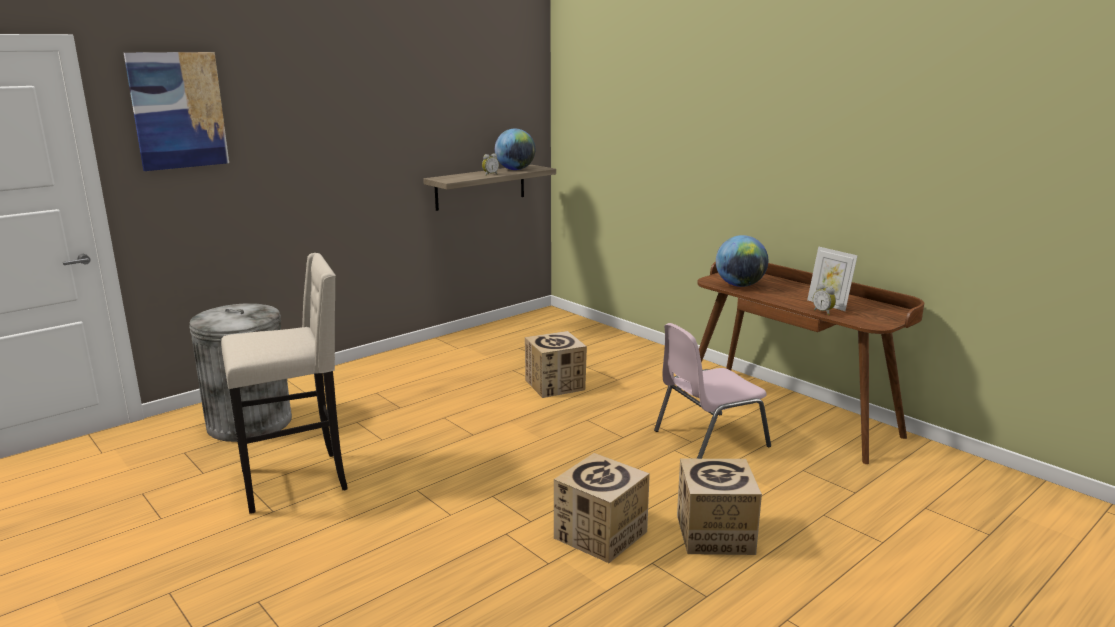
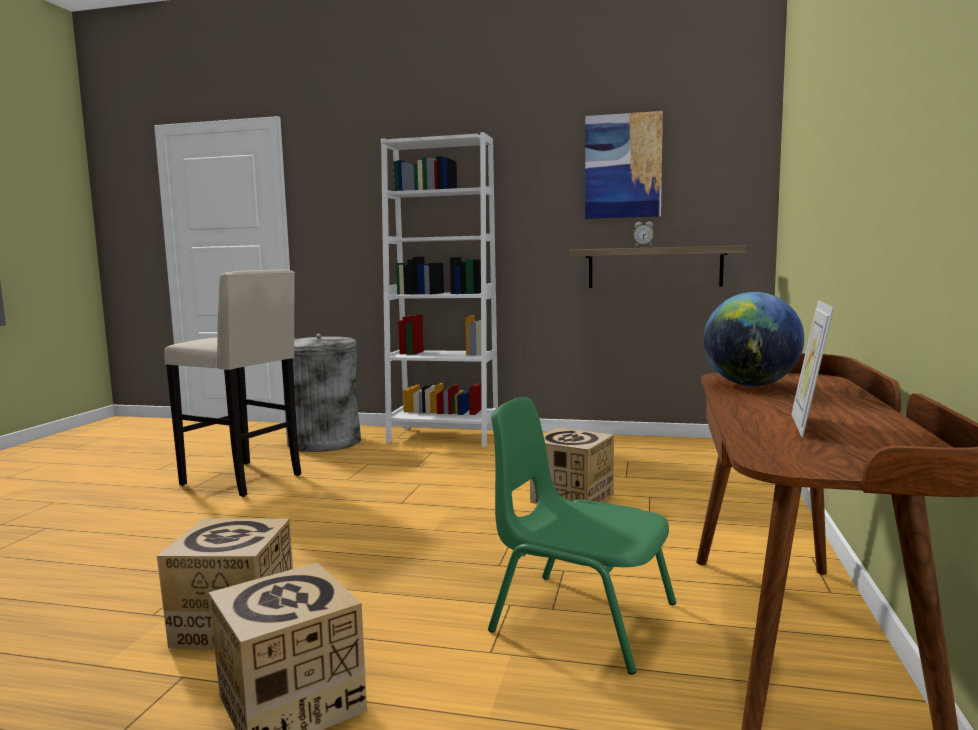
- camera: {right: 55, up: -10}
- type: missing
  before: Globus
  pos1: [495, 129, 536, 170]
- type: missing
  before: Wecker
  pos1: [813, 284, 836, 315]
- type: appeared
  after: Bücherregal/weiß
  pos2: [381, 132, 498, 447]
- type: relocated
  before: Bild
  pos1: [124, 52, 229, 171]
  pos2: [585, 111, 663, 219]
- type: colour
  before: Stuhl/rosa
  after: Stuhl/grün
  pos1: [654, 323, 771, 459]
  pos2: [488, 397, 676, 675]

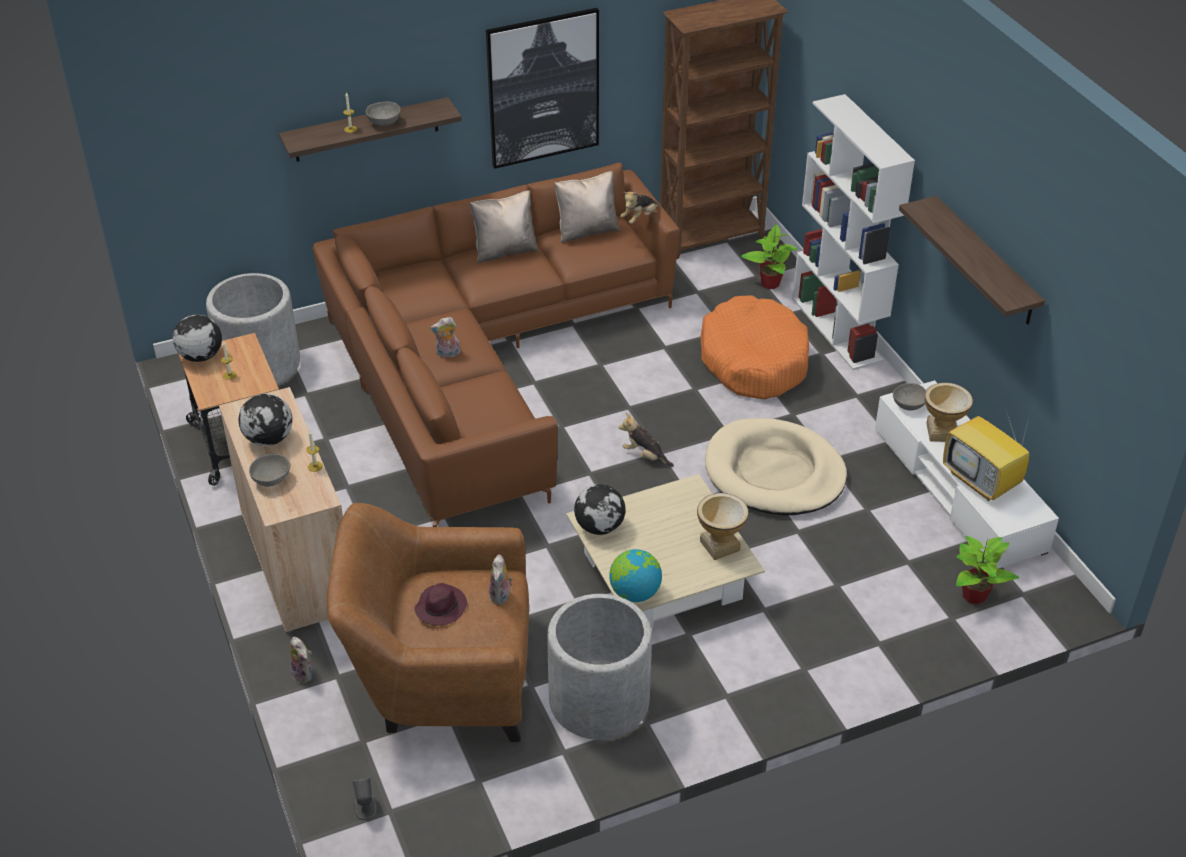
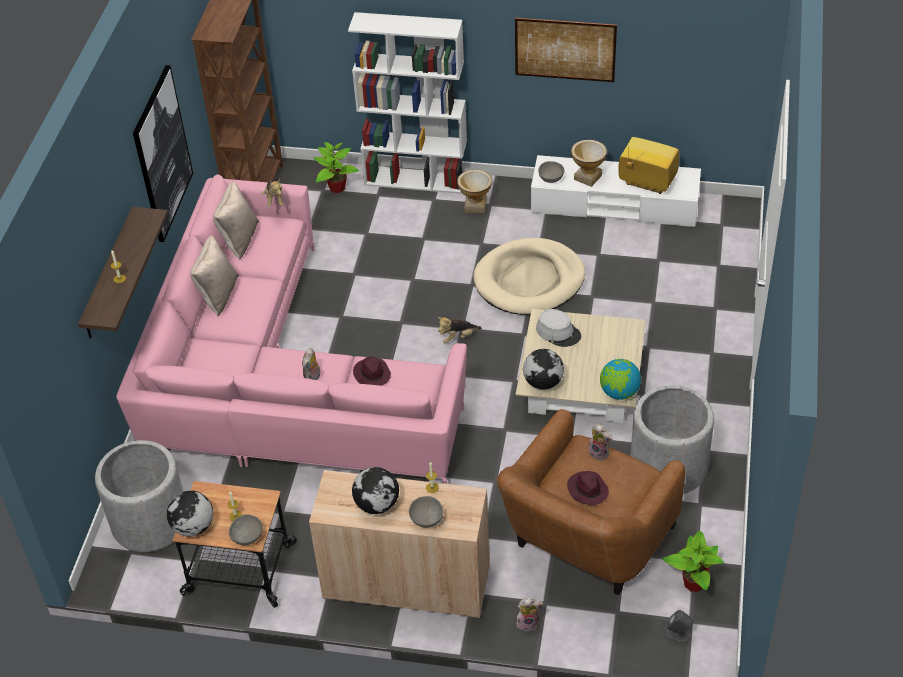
- camera: {right: -55, up: 5}
- type: missing
  before: Hundebett/orange
  pos1: [700, 296, 809, 399]
- type: appeared
  after: Hut/lila
  pos2: [353, 356, 391, 386]
- type: appeared
  after: Hut/grau
  pos2: [536, 309, 581, 347]
- type: relocated
  before: Schüssel/grau
  pos1: [366, 101, 401, 126]
  pos2: [229, 514, 263, 545]
- type: relocated
  before: Vase
  pos1: [697, 493, 749, 560]
  pos2: [457, 169, 492, 213]
- type: relocated
  before: Topfpflanze
  pos1: [956, 536, 1019, 605]
  pos2: [662, 530, 724, 592]
- type: exchanged
  before: Wandregal
  after: Bild
  pos1: [899, 196, 1045, 324]
  pos2: [515, 18, 617, 82]
- type: colour
  before: Sofa/braun
  after: Sofa/rosa
  pos1: [313, 163, 680, 527]
  pos2: [116, 175, 467, 484]
- type: spun
  before: Fernseher
  pos1: [943, 411, 1029, 501]
  pos2: [618, 137, 679, 194]
  turn: -150

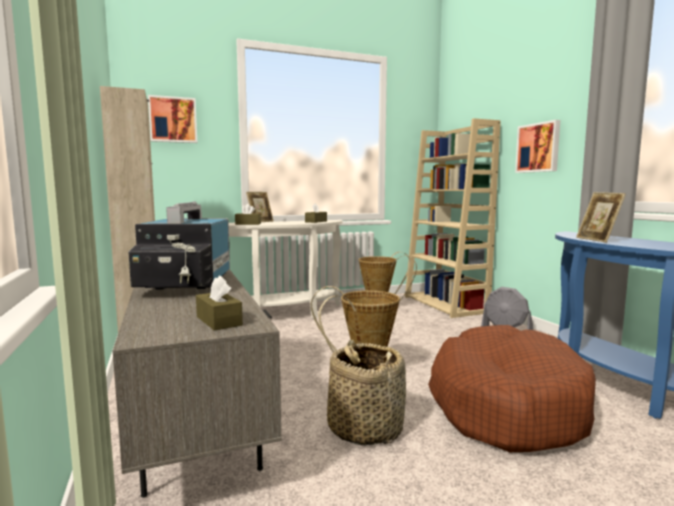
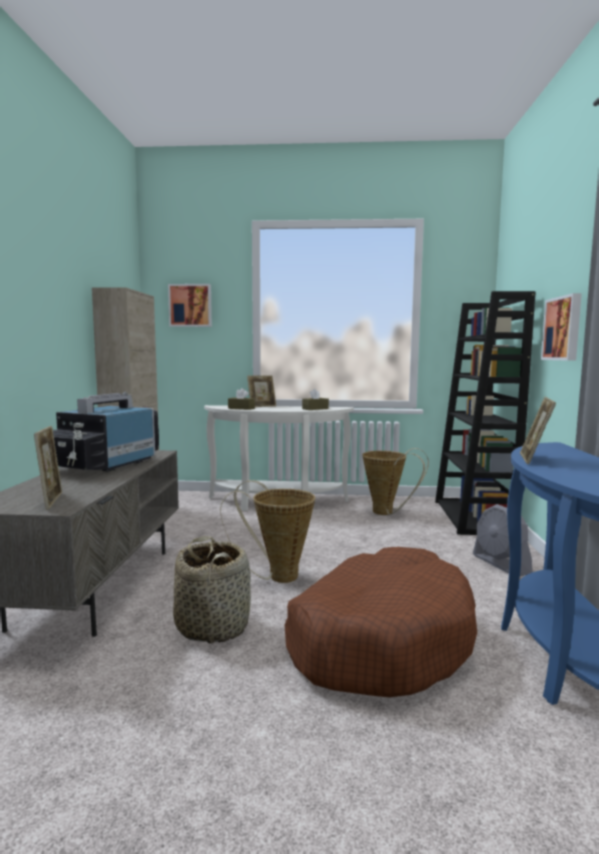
- camera: {right: 25, up: 0}
- type: exchanged
  before: Taschentuchbox/braun
  after: Bilderrahmen
  pos1: [196, 276, 243, 331]
  pos2: [34, 426, 63, 509]
- type: colour
  before: Bücherregal/beige
  after: Bücherregal/schwarz
  pos1: [405, 118, 501, 318]
  pos2: [435, 291, 536, 535]

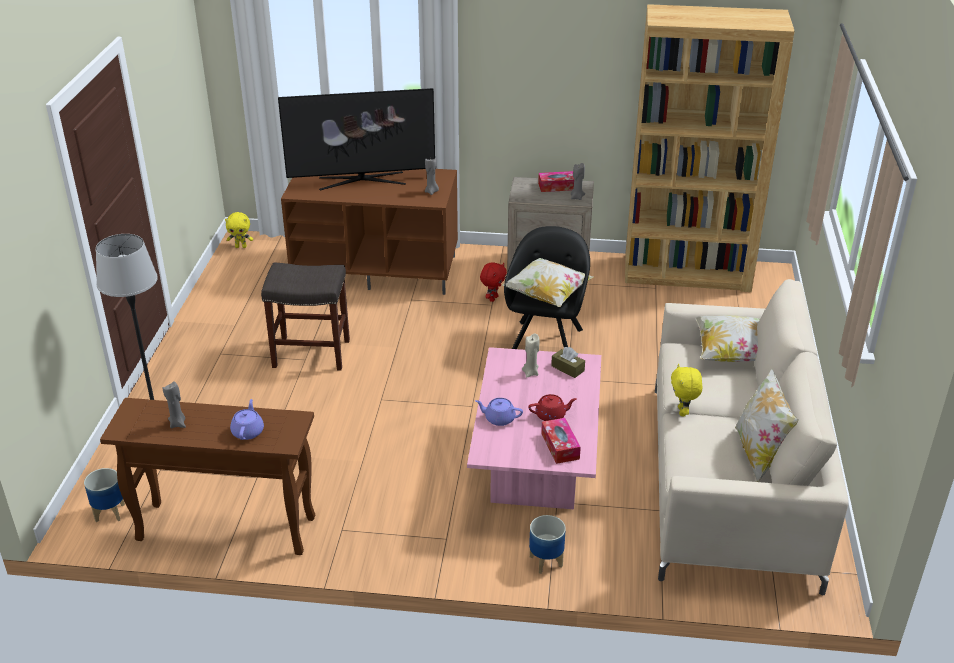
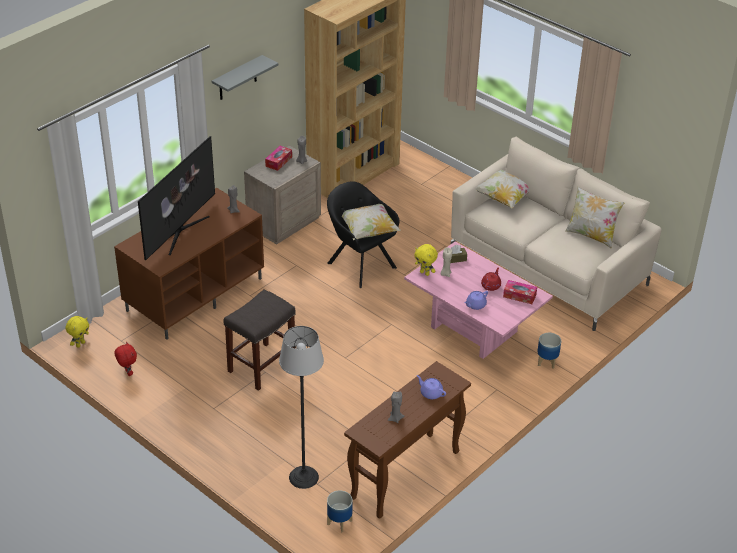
- camera: {right: -55, up: 5}
- type: appeared
  after: Wandregal/grau
  pos2: [212, 55, 278, 100]
- type: relocated
  before: Plüschtier/rot
  pos1: [480, 262, 507, 302]
  pos2: [114, 342, 137, 376]
- type: relocated
  before: Plüschtier/gelb
  pos1: [671, 364, 702, 416]
  pos2: [414, 244, 438, 276]

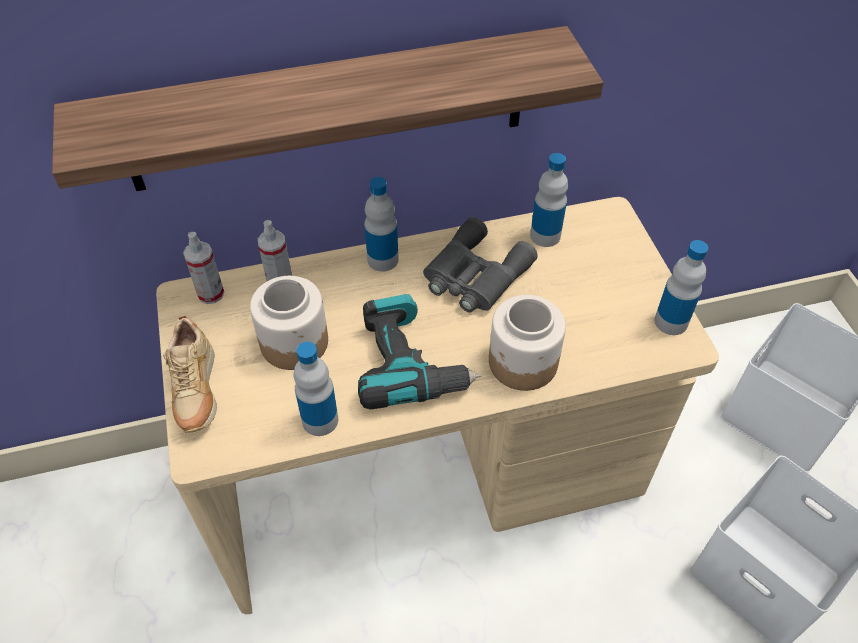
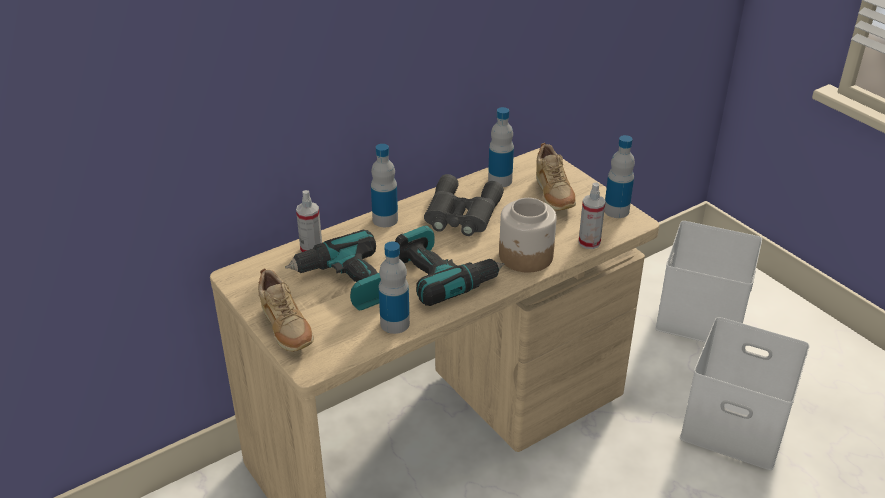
- camera: {right: -20, up: -15}
- type: missing
  before: Wandregal
  pos1: [52, 26, 603, 191]
- type: appeared
  after: Schuh/beige
  pos2: [536, 143, 576, 211]
- type: relocated
  before: Sprühflasche
  pos1: [183, 232, 225, 304]
  pos2: [578, 183, 606, 249]
- type: exchanged
  before: Vorratsglas
  after: Bohrmaschine
  pos1: [250, 276, 328, 370]
  pos2: [285, 230, 381, 311]

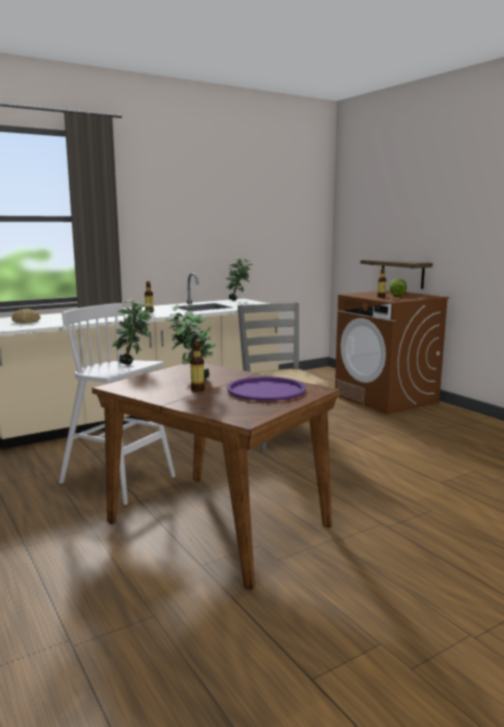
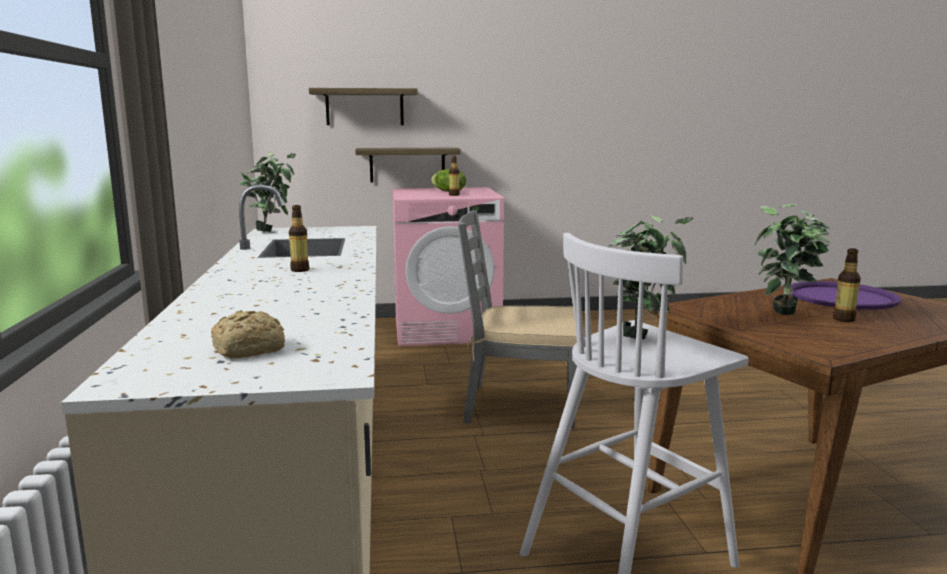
- camera: {right: -65, up: 0}
- type: appeared
  after: Wandregal
  pos2: [309, 88, 418, 125]
- type: colour
  before: Waschmaschine/braun
  after: Waschmaschine/rosa
  pos1: [335, 290, 449, 415]
  pos2: [392, 187, 504, 346]

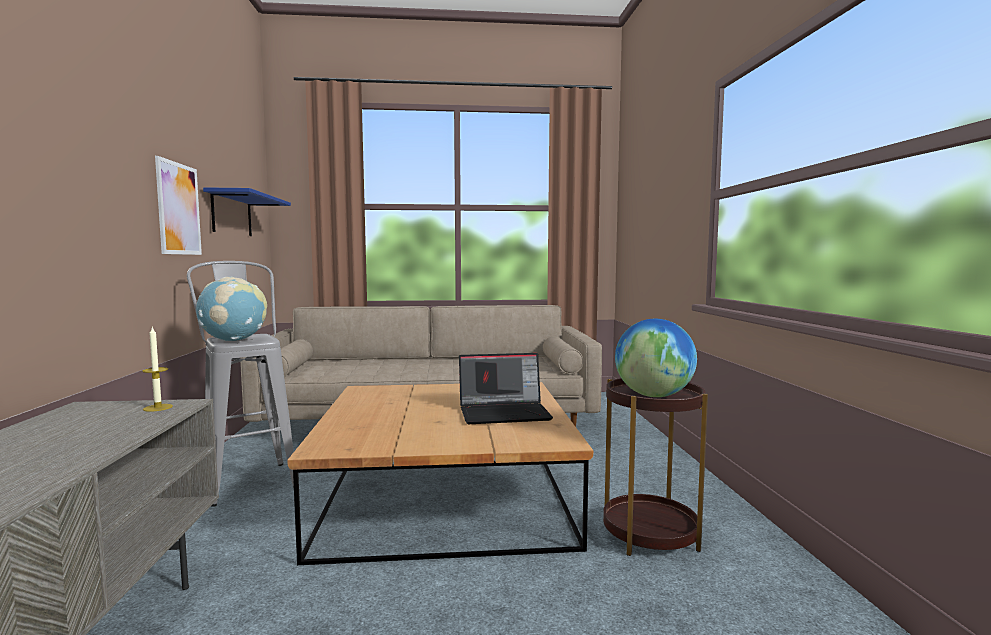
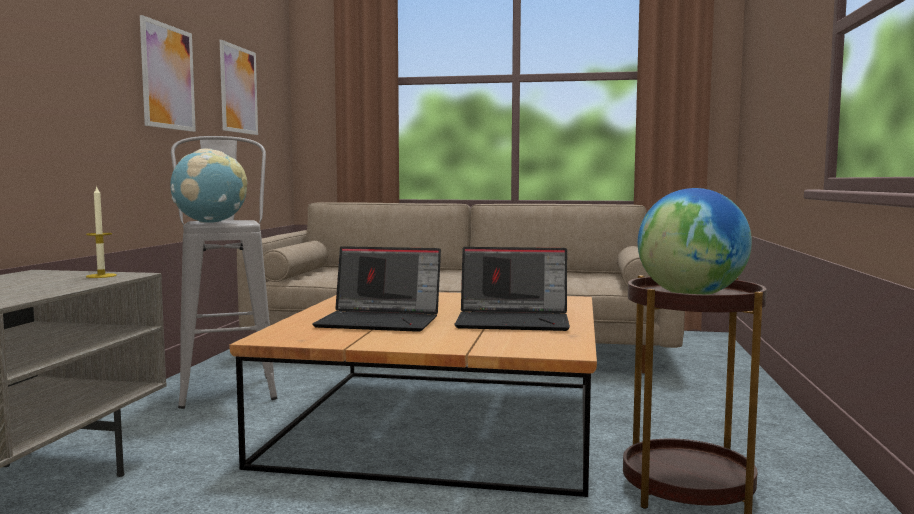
- camera: {right: 15, up: 0}
- type: appeared
  after: Laptop
  pos2: [312, 246, 441, 332]
- type: exchanged
  before: Wandregal/blau
  after: Bild
  pos1: [203, 187, 291, 236]
  pos2: [220, 40, 258, 135]

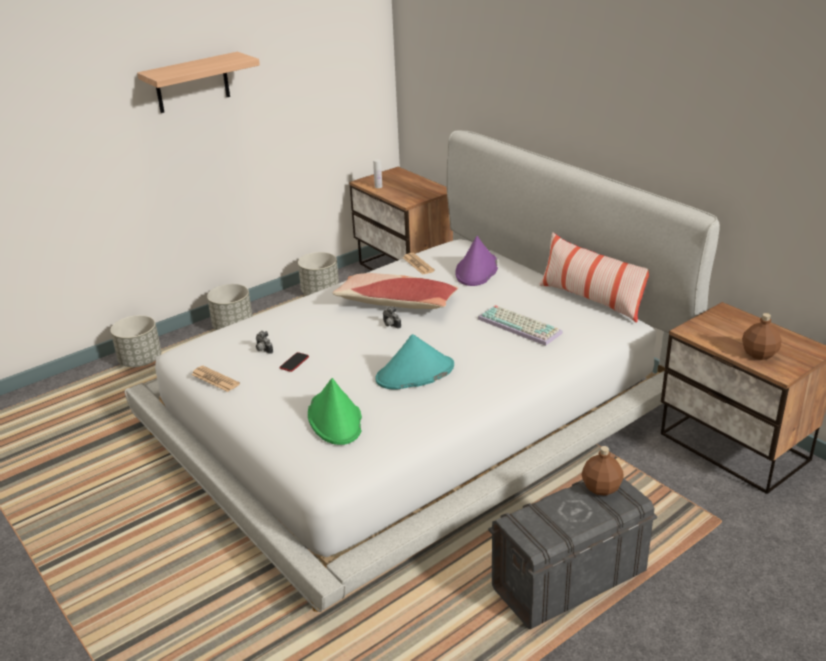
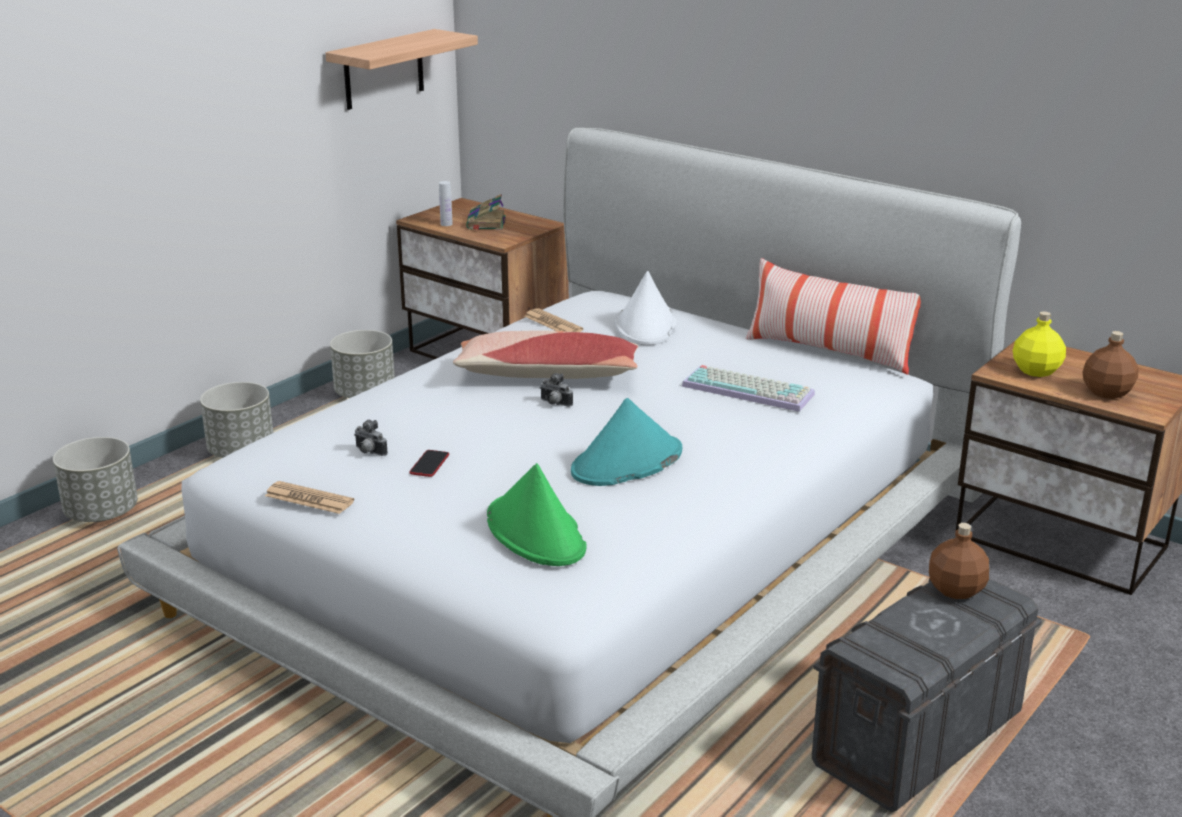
- camera: {right: -15, up: -5}
- type: appeared
  after: Buch
  pos2: [466, 194, 506, 230]
- type: appeared
  after: Flasche/gelb
  pos2: [1012, 311, 1066, 377]
- type: relocated
  before: Wandregal
  pos1: [137, 52, 260, 113]
  pos2: [326, 29, 478, 110]
- type: colour
  before: Hut/lila
  after: Hut/weiß
  pos1: [455, 236, 498, 286]
  pos2: [615, 271, 676, 345]

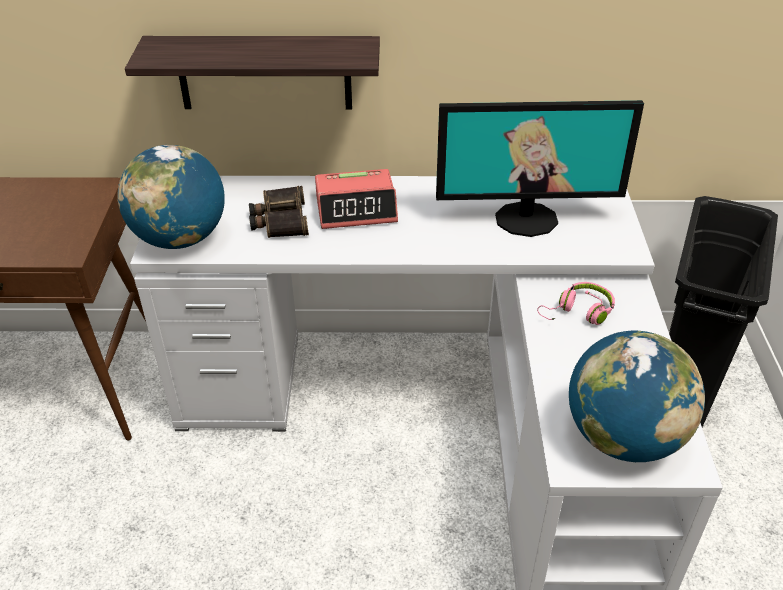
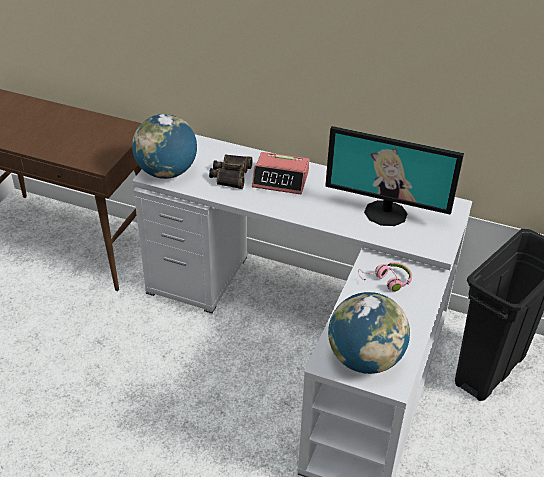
- camera: {right: 20, up: 0}
- type: missing
  before: Wandregal
  pos1: [125, 36, 380, 109]

